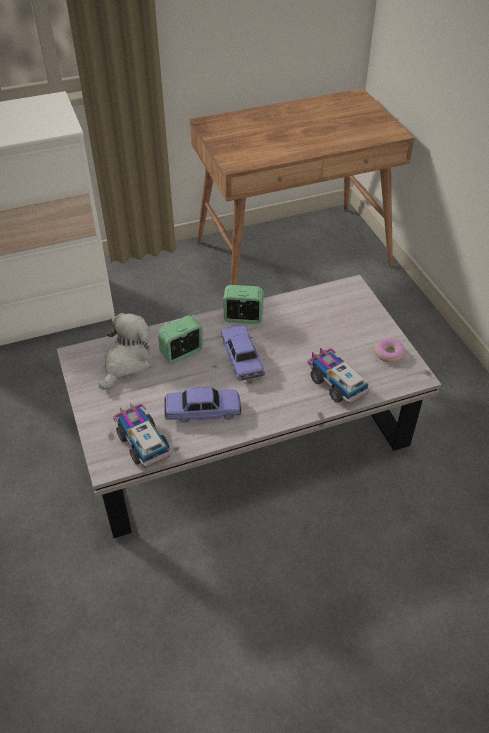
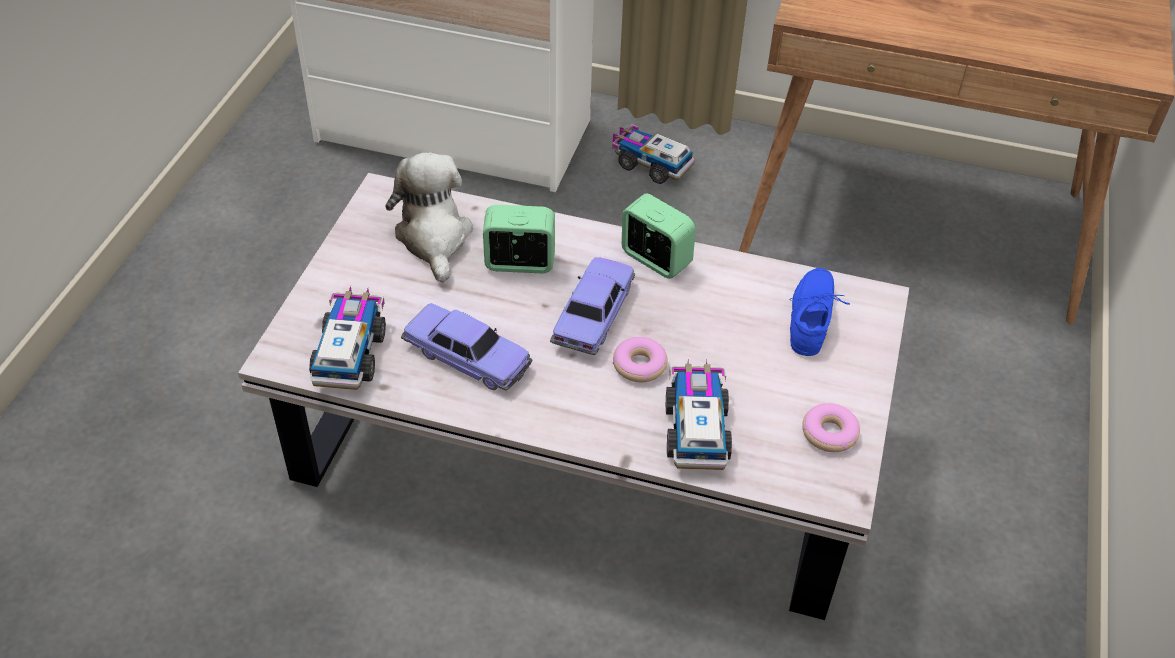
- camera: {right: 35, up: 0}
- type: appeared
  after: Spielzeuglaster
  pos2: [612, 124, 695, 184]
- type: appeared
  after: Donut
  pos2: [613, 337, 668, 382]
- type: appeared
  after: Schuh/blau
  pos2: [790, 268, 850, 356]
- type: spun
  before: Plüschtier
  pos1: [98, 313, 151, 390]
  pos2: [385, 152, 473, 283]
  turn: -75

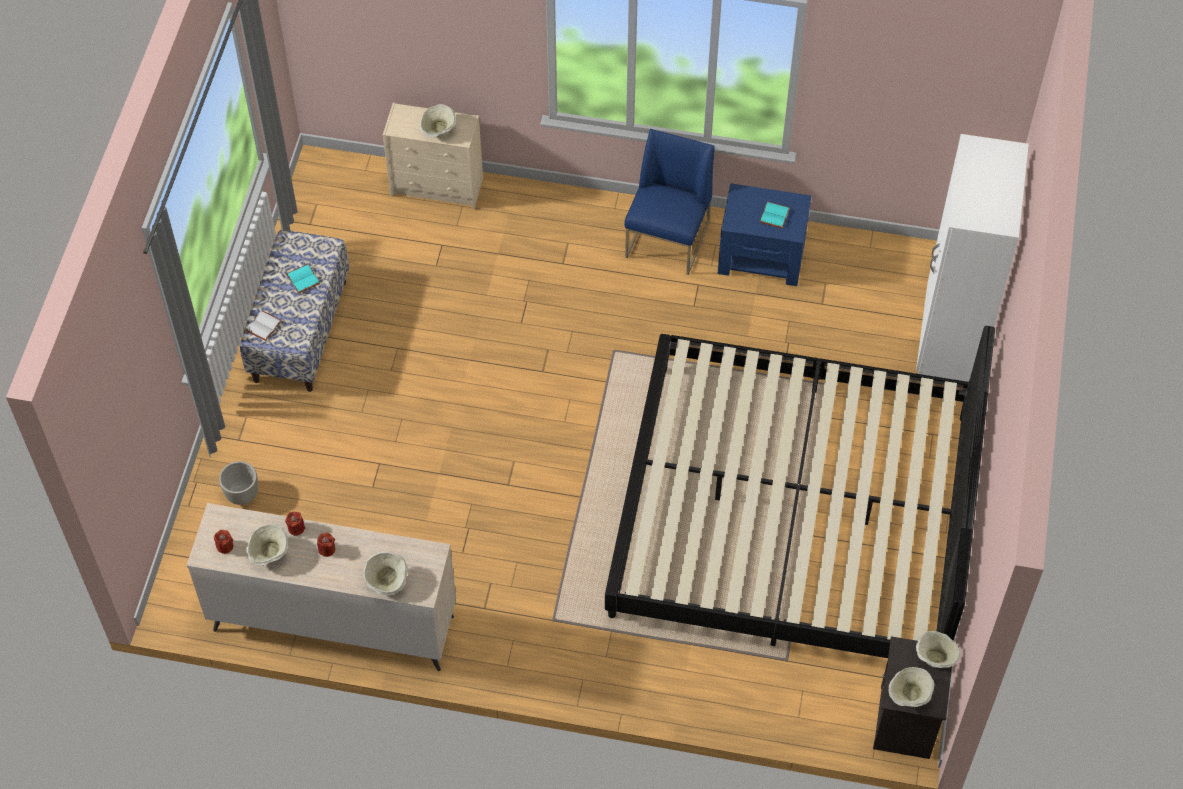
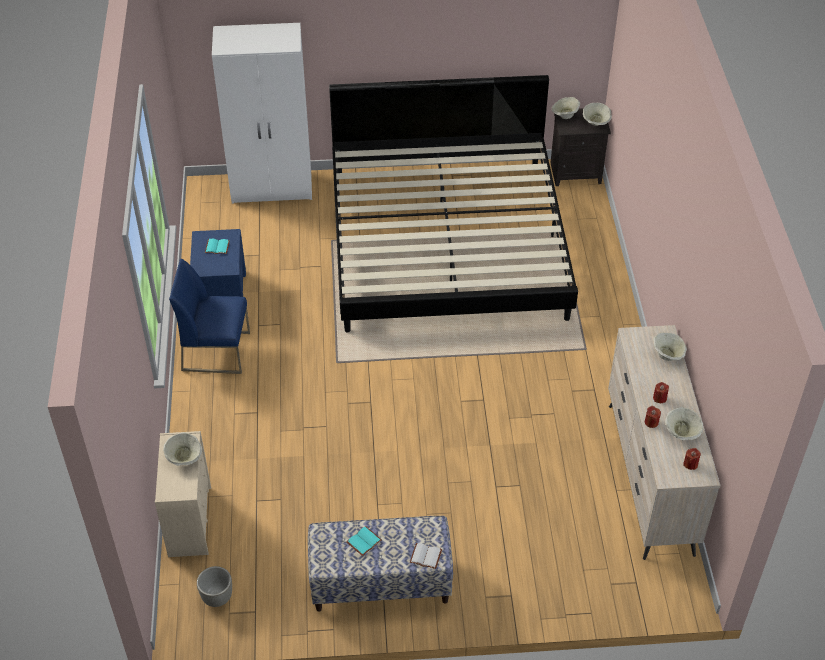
- camera: {right: -105, up: -10}
- type: relocated
  before: Pflanzkübel/grau
  pos1: [219, 461, 258, 505]
  pos2: [197, 566, 232, 607]

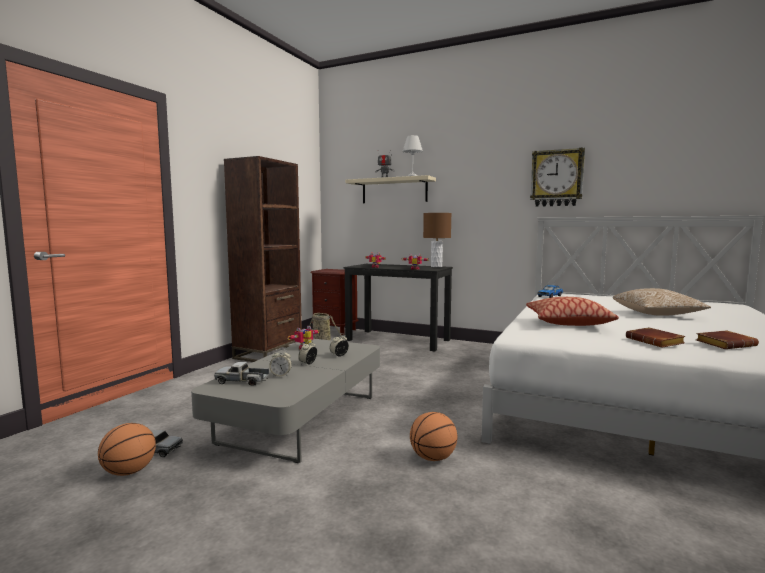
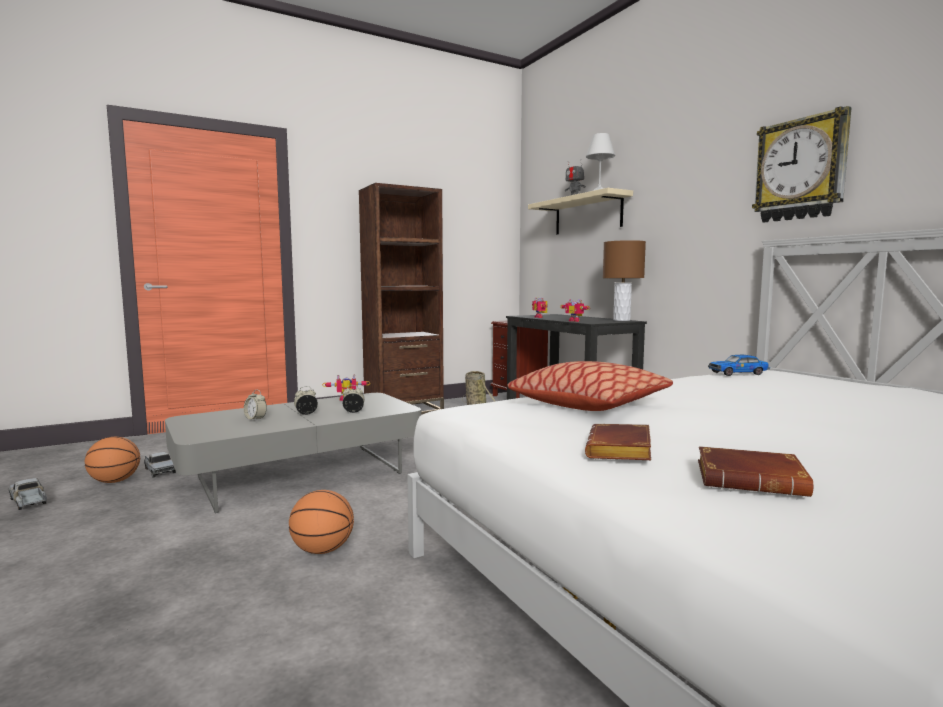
- camera: {right: 35, up: 0}
- type: missing
  before: Kissen
  pos1: [613, 288, 711, 316]
- type: relocated
  before: Spielzeuglaster
  pos1: [214, 362, 269, 386]
  pos2: [9, 478, 47, 510]

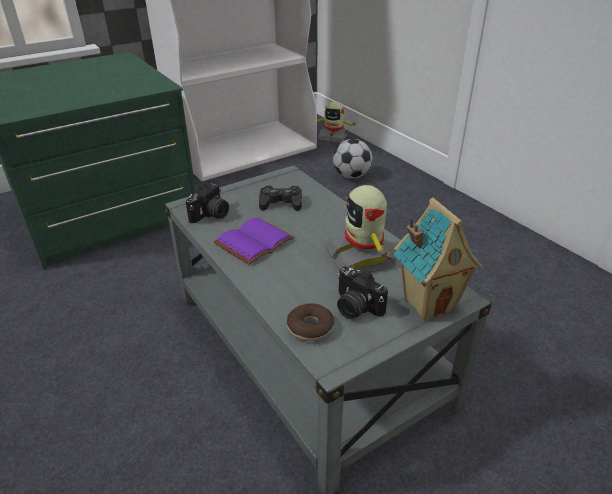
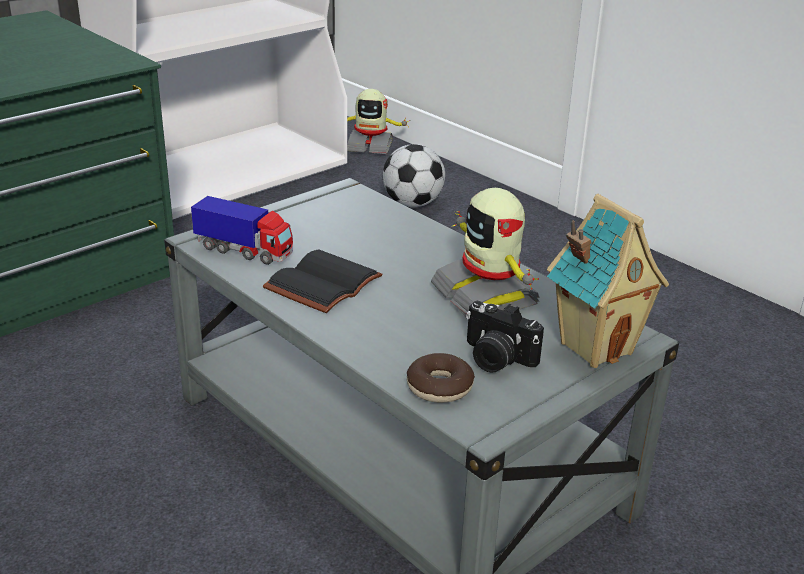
- camera: {right: -10, up: -5}
- type: missing
  before: Gamepad/schwarz
  pos1: [259, 186, 302, 211]
- type: exchanged
  before: Kamera
  after: Spielzeuglaster
  pos1: [186, 183, 229, 224]
  pos2: [191, 196, 293, 265]
- type: colour
  before: Buch/lila
  after: Buch/schwarz
  pos1: [214, 217, 294, 265]
  pos2: [263, 249, 383, 313]

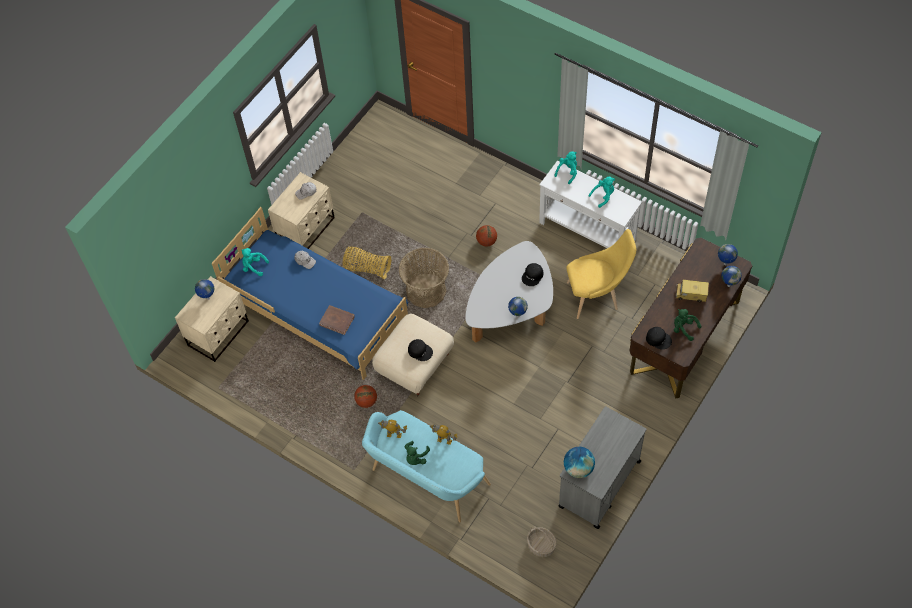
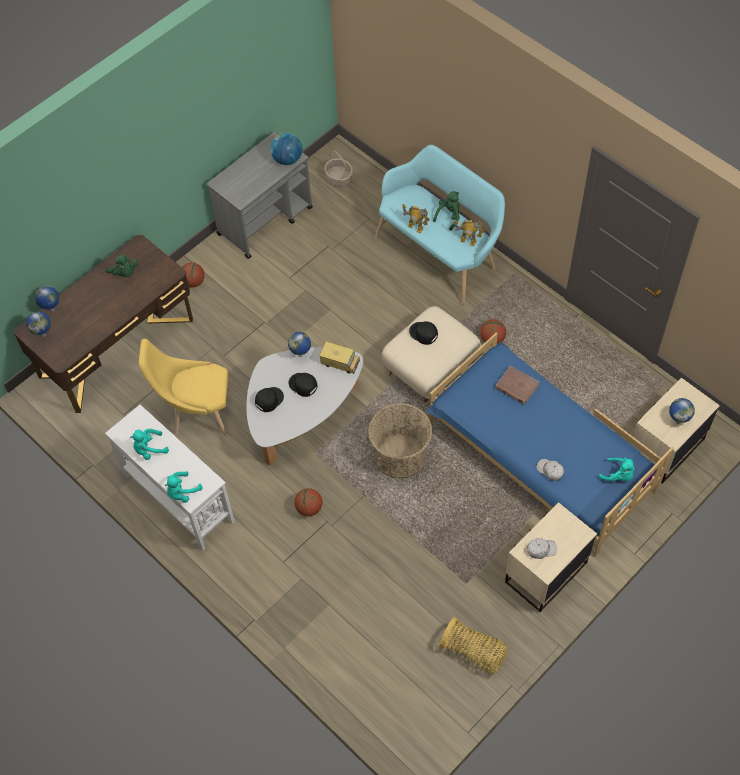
- camera: {right: -170, up: 0}
- type: appeared
  after: Basketball
  pos2: [182, 263, 205, 288]
- type: relocated
  before: Korb
  pos1: [343, 246, 391, 279]
  pos2: [439, 617, 508, 673]
- type: relocated
  before: Kappe/schwarz
  pos1: [646, 327, 672, 349]
  pos2: [289, 373, 318, 397]
- type: relocated
  before: Spielzeuglaster
  pos1: [675, 280, 709, 302]
  pos2: [319, 341, 360, 374]

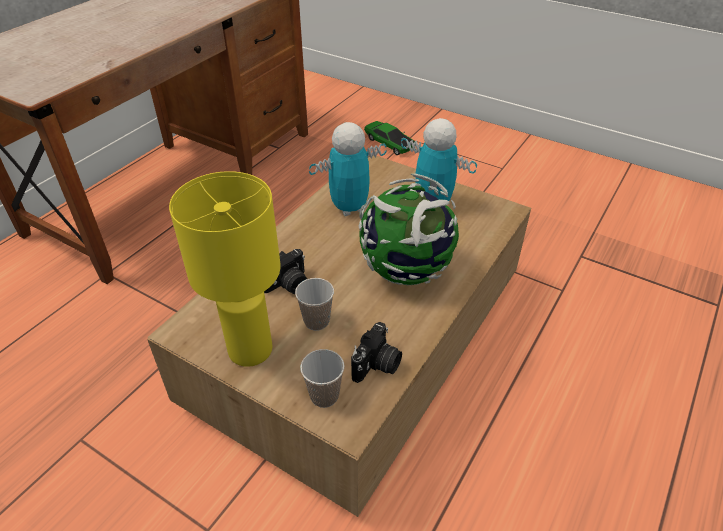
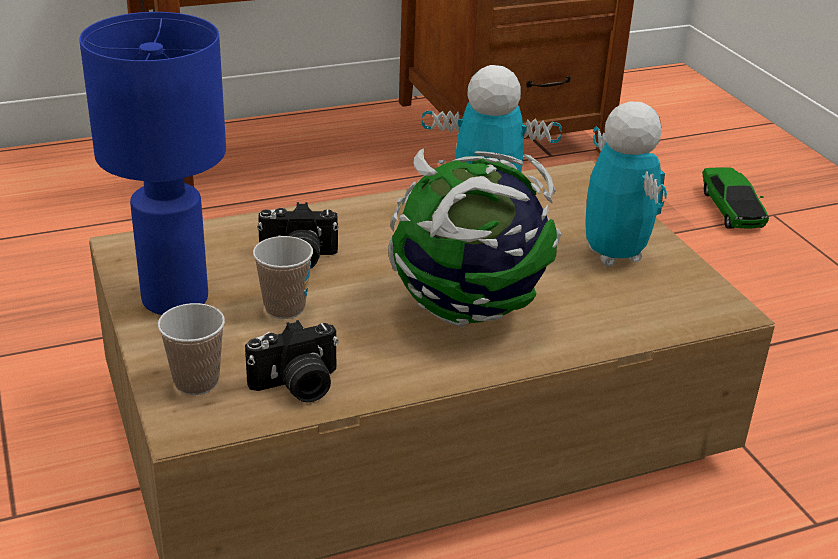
- camera: {right: 35, up: -10}
- type: colour
  before: Tischlampe/gelb
  after: Tischlampe/blau
  pos1: [169, 171, 280, 367]
  pos2: [79, 12, 226, 315]

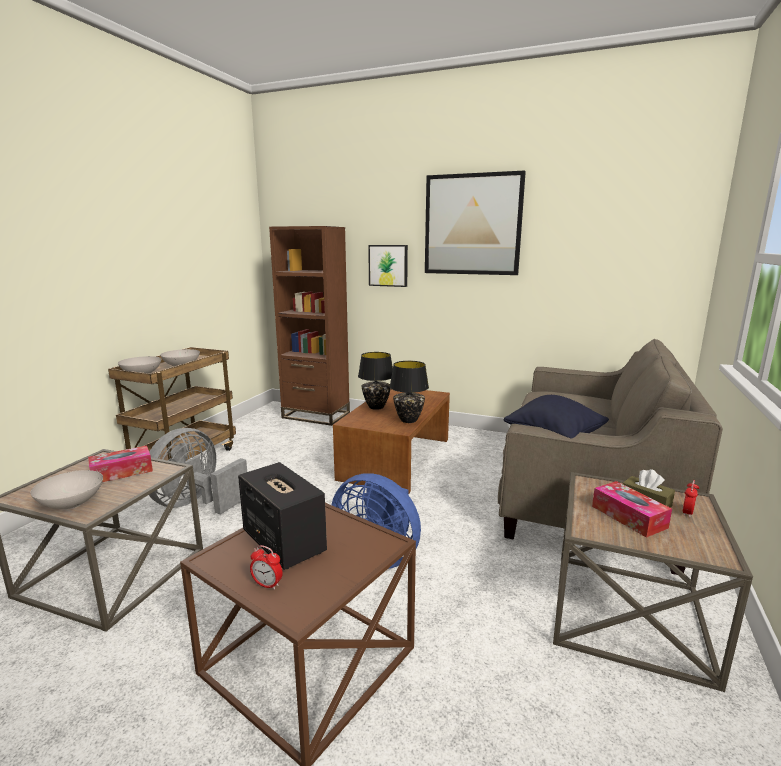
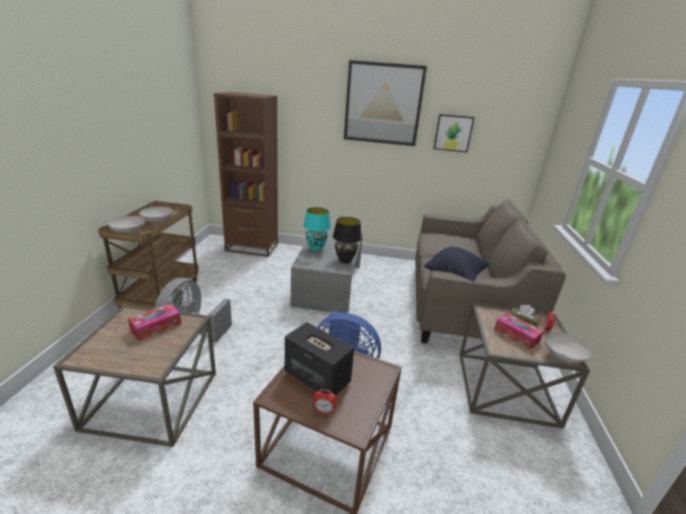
- camera: {right: -15, up: 10}
- type: relocated
  before: Schüssel/weiß
  pos1: [30, 470, 103, 509]
  pos2: [545, 332, 592, 363]
- type: relocated
  before: Bild
  pos1: [368, 245, 408, 287]
  pos2: [433, 114, 475, 152]
- type: colour
  before: Couchtisch/braun
  after: Couchtisch/grau
  pos1: [333, 389, 450, 493]
  pos2: [291, 229, 363, 313]
- type: colour
  before: Tischlampe/schwarz
  after: Tischlampe/türkis
  pos1: [358, 352, 393, 410]
  pos2: [303, 207, 331, 251]

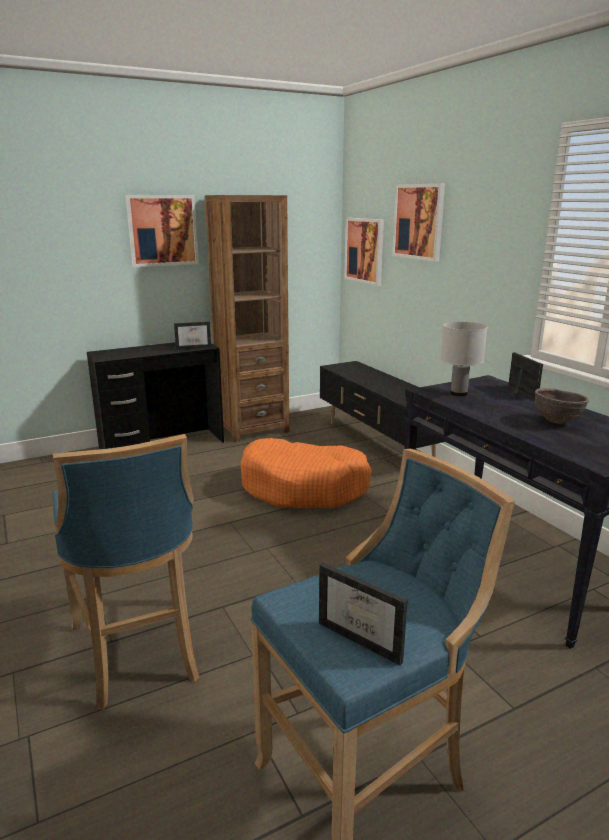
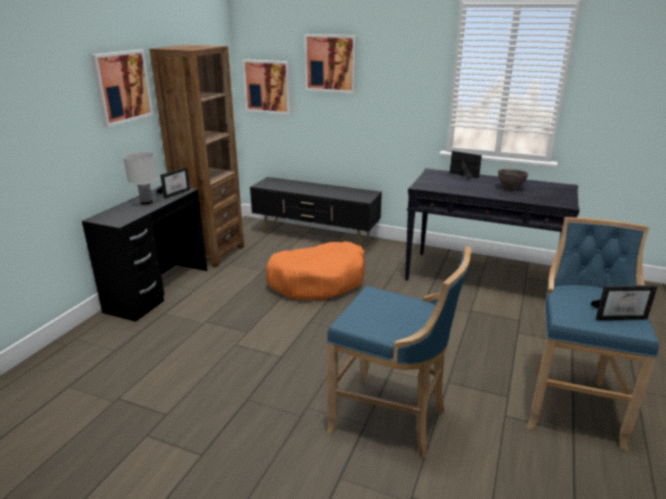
- camera: {right: -40, up: 5}
- type: relocated
  before: Tischlampe/weiß
  pos1: [441, 322, 487, 396]
  pos2: [123, 152, 158, 204]

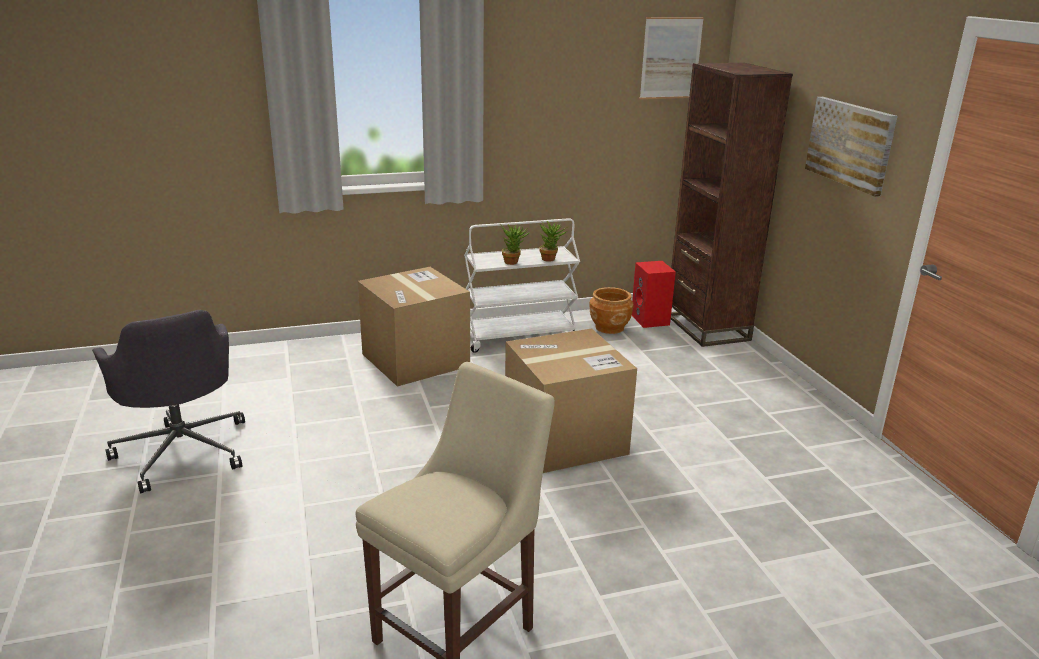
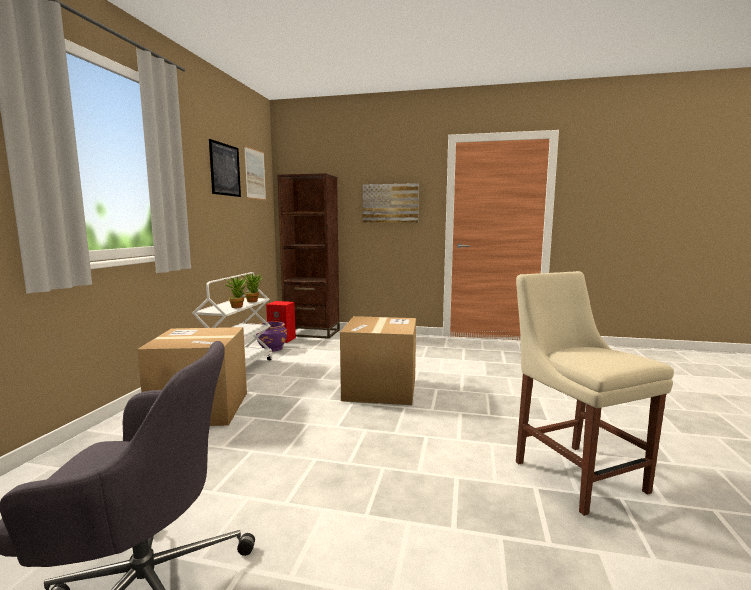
- camera: {right: -60, up: -15}
- type: appeared
  after: Bild
  pos2: [209, 139, 241, 197]
- type: colour
  before: Pflanzkübel/braun
  after: Pflanzkübel/lila
  pos1: [589, 287, 634, 334]
  pos2: [256, 321, 287, 352]

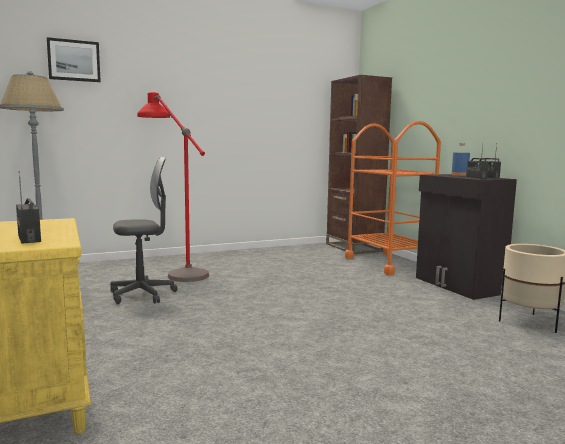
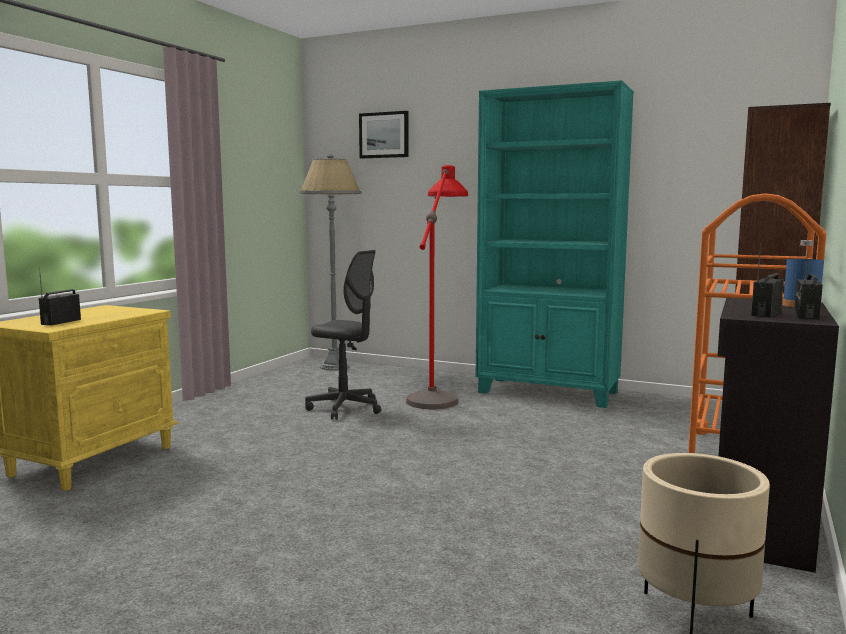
- camera: {right: 50, up: 0}
- type: appeared
  after: Bücherregal/türkis
  pos2: [476, 80, 634, 408]

